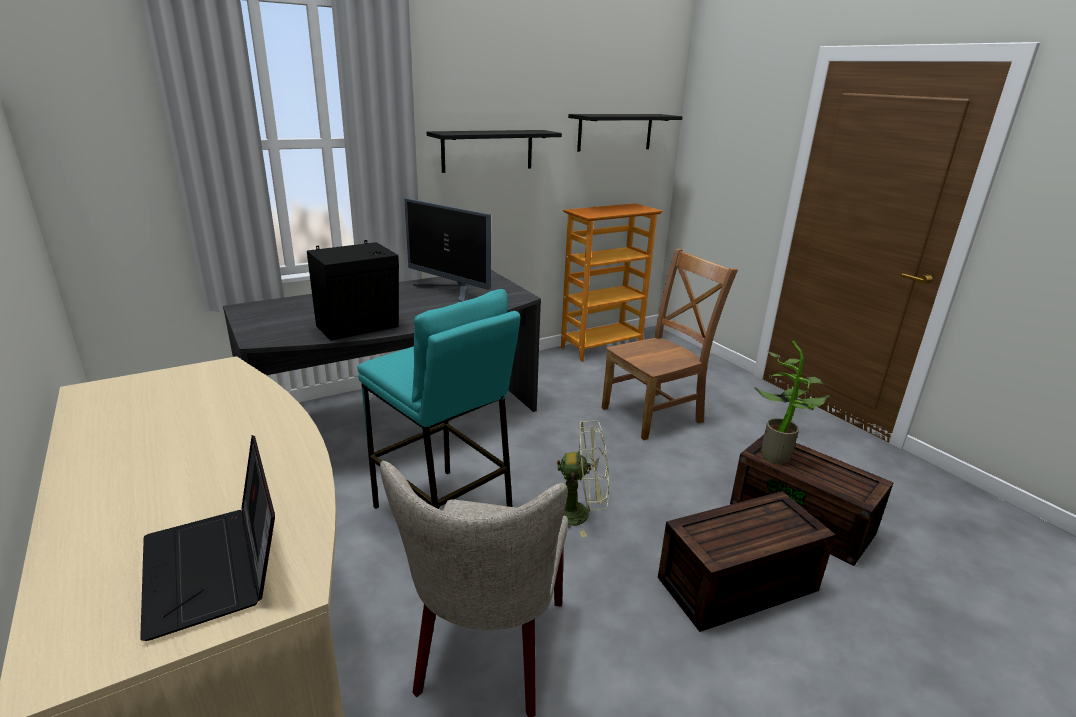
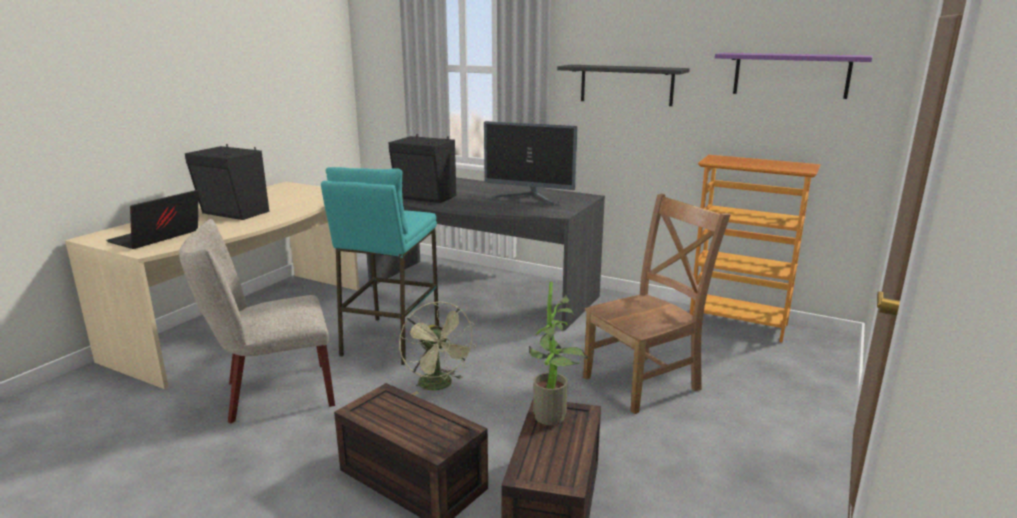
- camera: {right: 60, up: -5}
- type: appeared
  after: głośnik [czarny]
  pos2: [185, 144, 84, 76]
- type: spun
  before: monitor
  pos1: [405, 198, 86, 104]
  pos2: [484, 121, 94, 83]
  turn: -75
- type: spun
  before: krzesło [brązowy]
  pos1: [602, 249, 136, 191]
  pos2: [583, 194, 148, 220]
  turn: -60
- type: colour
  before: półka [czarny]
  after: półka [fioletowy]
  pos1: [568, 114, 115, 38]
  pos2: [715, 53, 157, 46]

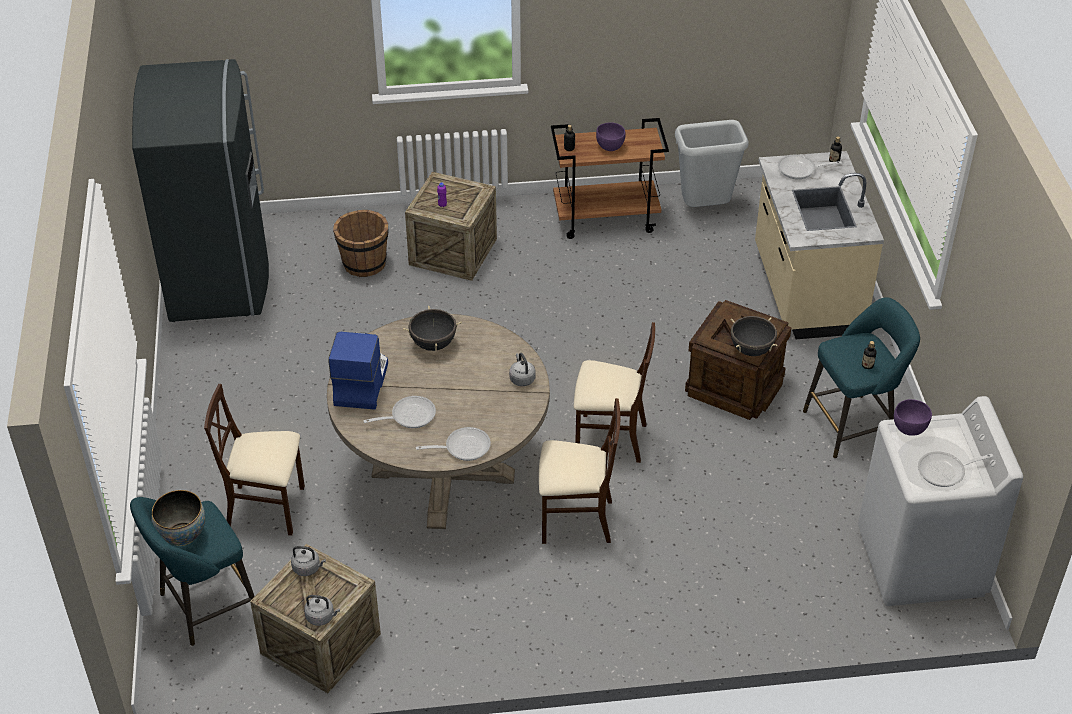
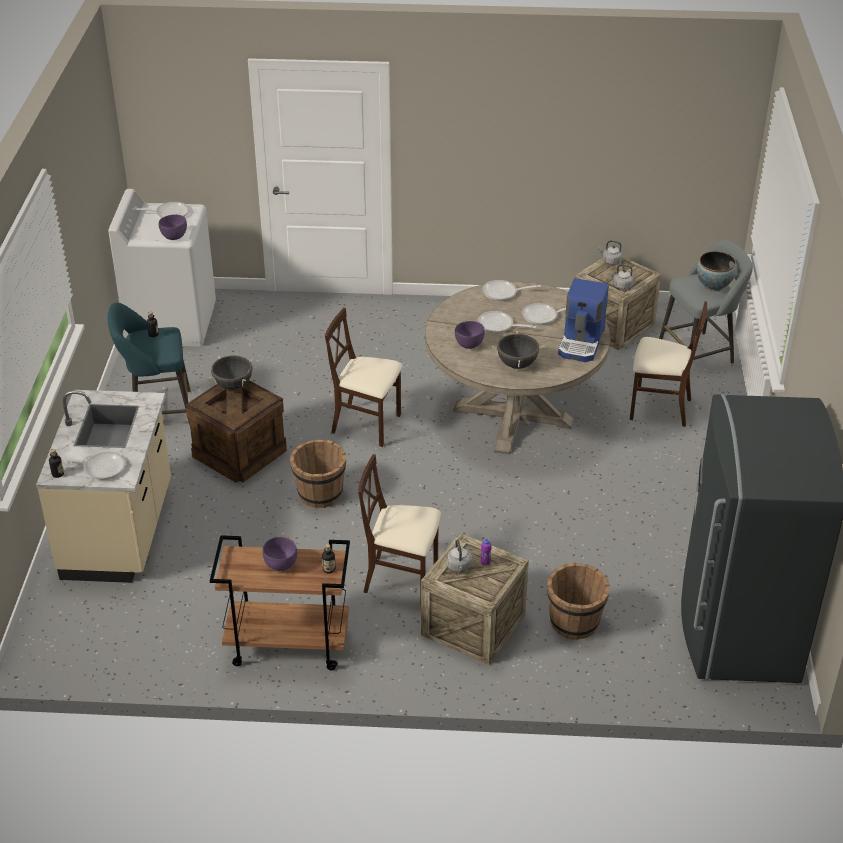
- camera: {right: -170, up: -5}
- type: appeared
  after: wiadro [brązowy]
  pos2: [290, 440, 56, 68]
- type: relocated
  before: krzesło [beżowy]
  pos1: [539, 398, 81, 146]
  pos2: [358, 454, 83, 139]
- type: relocated
  before: czajnik [szary]
  pos1: [509, 353, 27, 33]
  pos2: [447, 539, 25, 33]
- type: appeared
  after: miska [fioletowy]
  pos2: [455, 321, 30, 28]
- type: appeared
  after: patelnia
  pos2: [478, 311, 58, 22]
- type: colour
  before: stołek [turkusowy]
  after: stołek [szary]
  pos1: [130, 497, 125, 149]
  pos2: [659, 240, 94, 124]
- type: missing
  before: kosz na śmieci [szary]
  pos1: [675, 120, 74, 87]

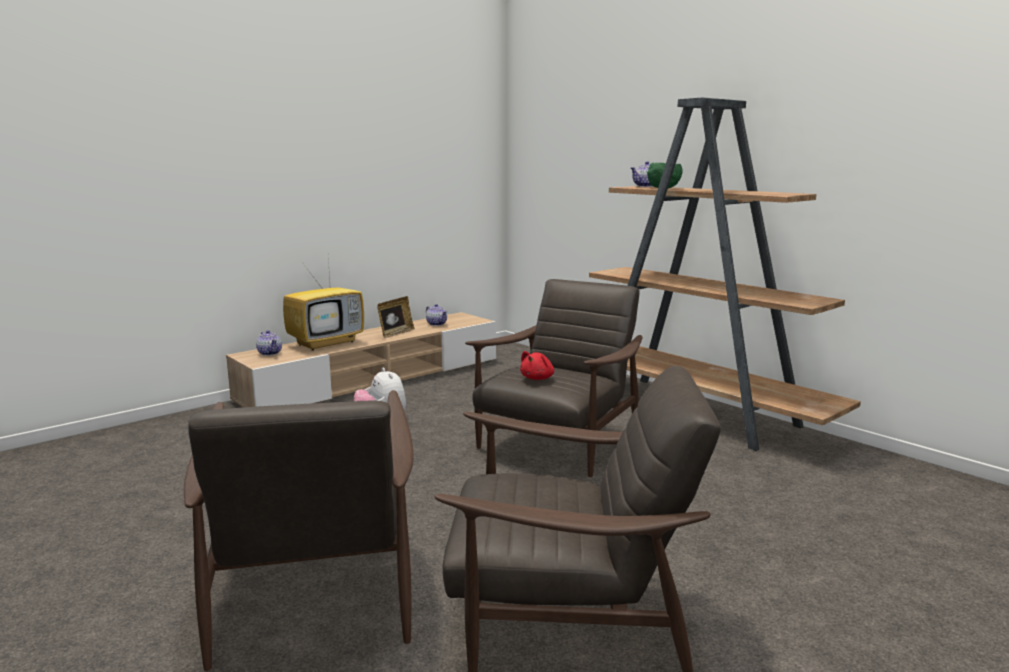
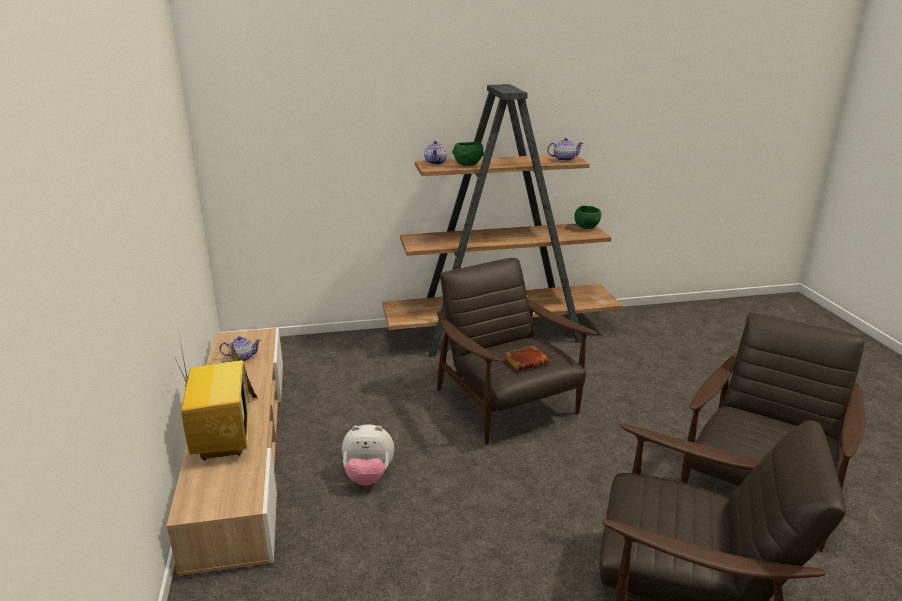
- camera: {right: -60, up: 10}
- type: exchanged
  before: pluszak [czerwony]
  after: książka [brązowy]
  pos1: [520, 351, 34, 29]
  pos2: [504, 346, 45, 25]
- type: relocated
  before: imbryk
  pos1: [256, 330, 26, 26]
  pos2: [547, 138, 36, 23]
- type: appeared
  after: miska [zielony]
  pos2: [574, 206, 27, 23]

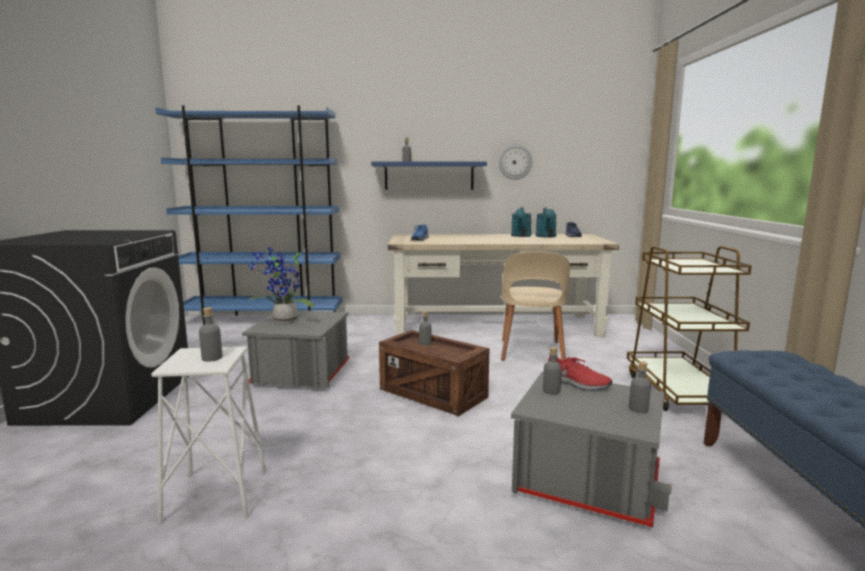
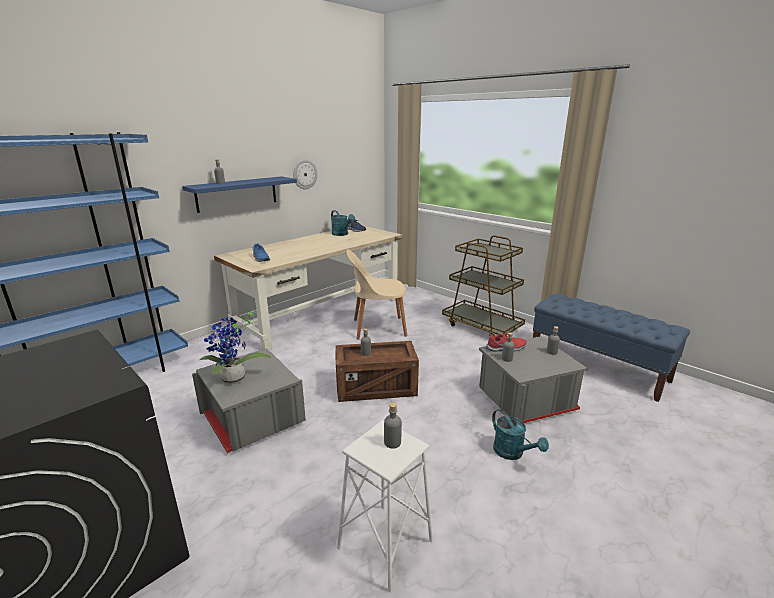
- camera: {right: -45, up: 10}
- type: spun
  before: krzesło [beżowy]
  pos1: [501, 252, 69, 109]
  pos2: [346, 249, 61, 91]
  turn: 120
- type: relocated
  before: konewka [turkusowy]
  pos1: [511, 207, 20, 30]
  pos2: [492, 409, 57, 51]

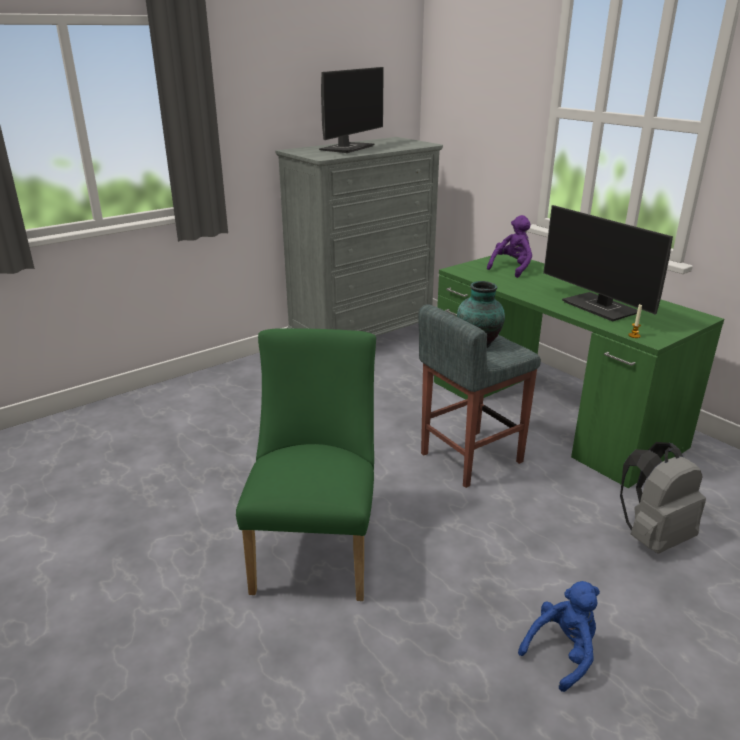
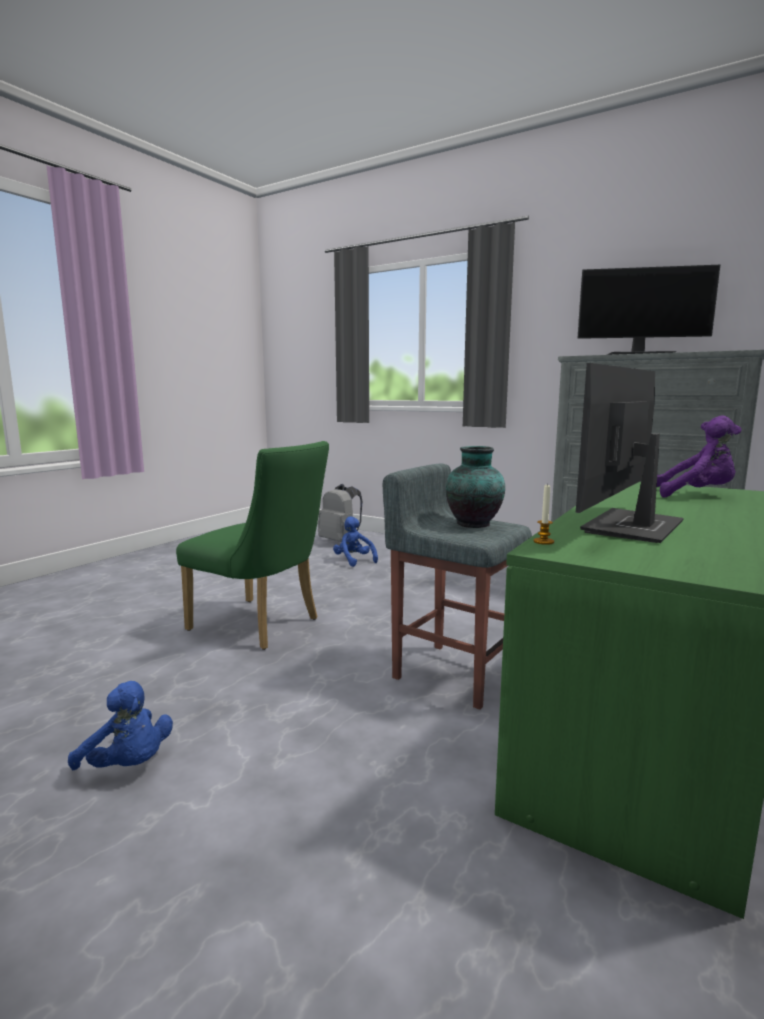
- camera: {right: 70, up: -15}
- type: spun
  before: krzesło [zielony]
  pos1: [236, 328, 140, 273]
  pos2: [176, 441, 153, 209]
  turn: 45
- type: relocated
  before: plecak [szary]
  pos1: [620, 442, 86, 111]
  pos2: [318, 484, 45, 58]
- type: appeared
  after: pluszak [niebieski]
  pos2: [333, 516, 45, 51]

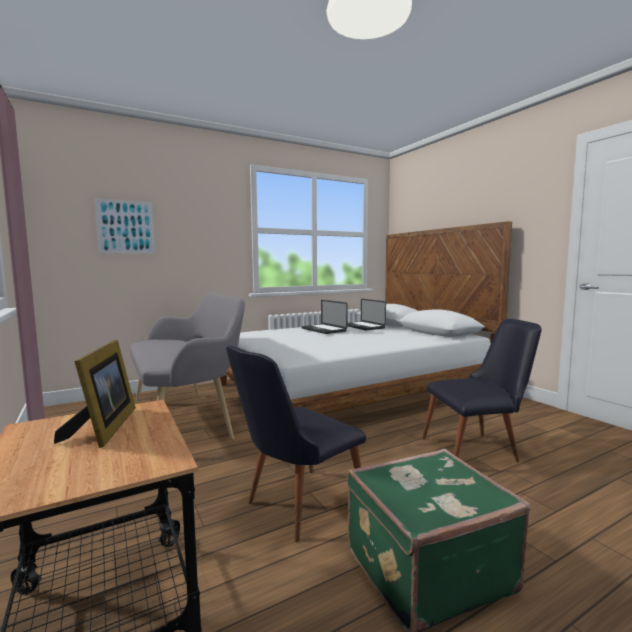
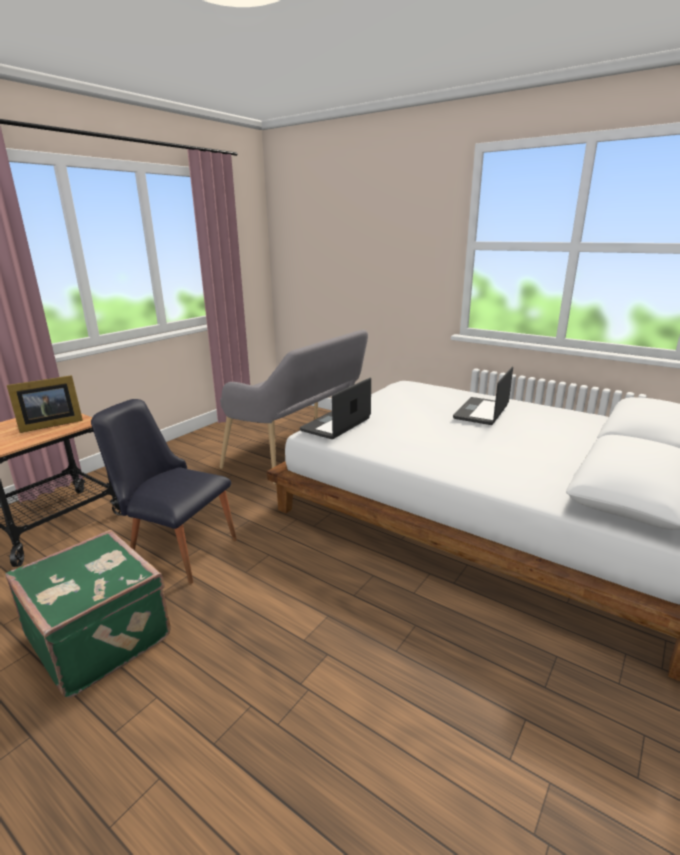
- camera: {right: 65, up: 15}
- type: relocated
  before: laptop
  pos1: [347, 299, 39, 31]
  pos2: [300, 378, 71, 61]
- type: missing
  before: obraz
  pos1: [94, 198, 61, 56]
- type: missing
  before: krzesło [czarny]
  pos1: [422, 319, 120, 144]

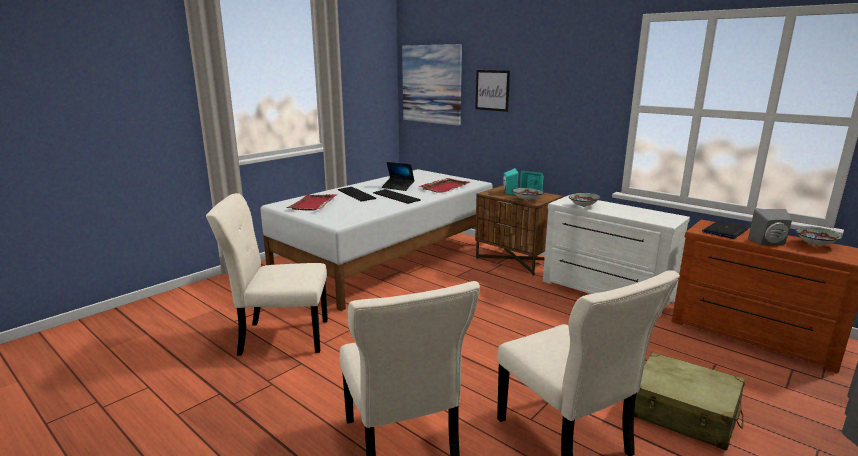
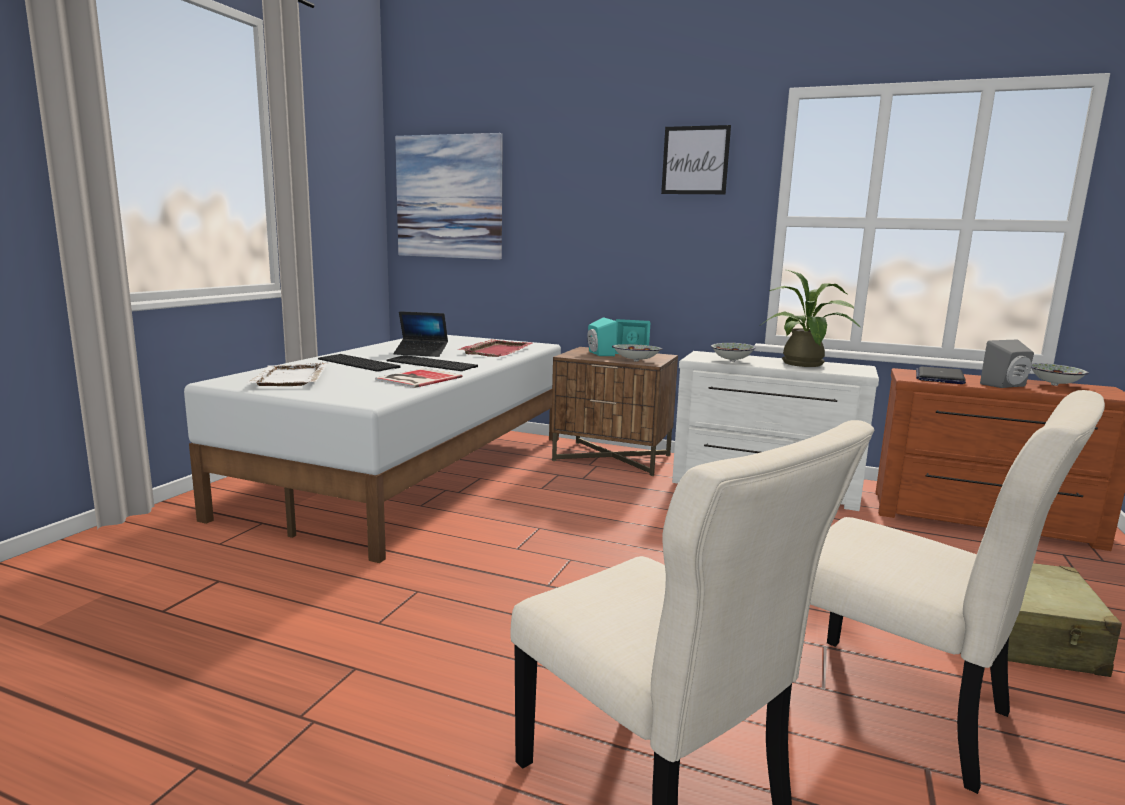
- camera: {right: -20, up: -5}
- type: colour
  before: taca [czerwony]
  after: taca [biały]
  pos1: [287, 194, 49, 17]
  pos2: [246, 362, 82, 24]
- type: appeared
  after: książka
  pos2: [375, 368, 87, 20]
- type: relocated
  before: obraz
  pos1: [475, 70, 35, 42]
  pos2: [661, 125, 70, 69]
- type: appeared
  after: roślina doniczkowa
  pos2: [761, 270, 100, 97]
- type: missing
  before: krzesło [beżowy]
  pos1: [206, 193, 122, 163]

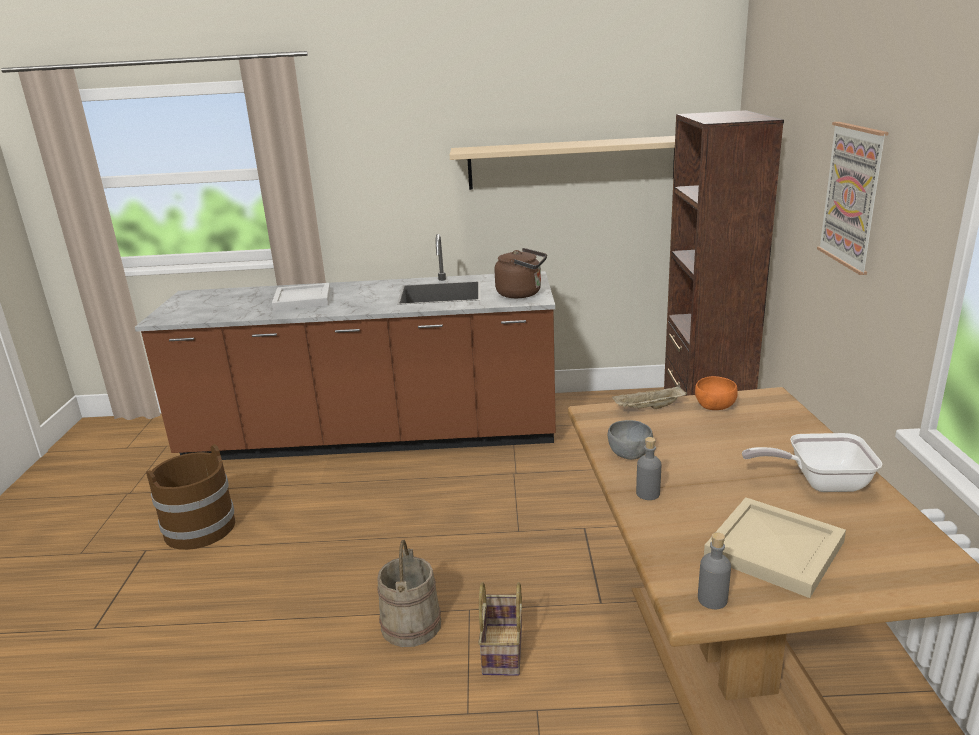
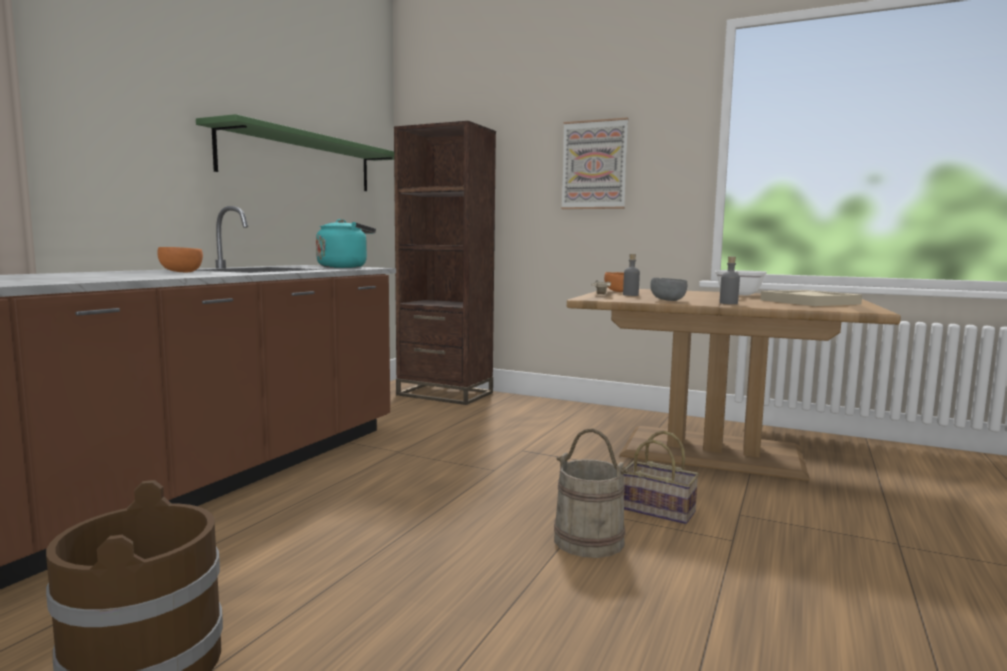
- camera: {right: -65, up: -15}
- type: appeared
  after: miska [pomarańczowy]
  pos2: [157, 247, 46, 25]
- type: colour
  before: półka [beżowy]
  after: półka [zielony]
  pos1: [450, 136, 225, 54]
  pos2: [196, 114, 198, 77]
- type: colour
  before: czajnik [brązowy]
  after: czajnik [turkusowy]
  pos1: [494, 248, 53, 50]
  pos2: [316, 219, 60, 49]
- type: relocated
  before: butelka [szary]
  pos1: [698, 532, 33, 77]
  pos2: [623, 254, 17, 42]
- type: missing
  before: taca [biały]
  pos1: [272, 283, 58, 28]

